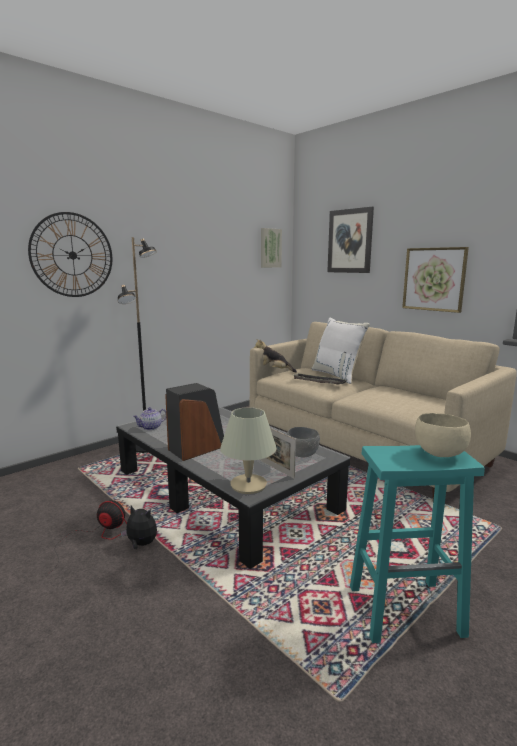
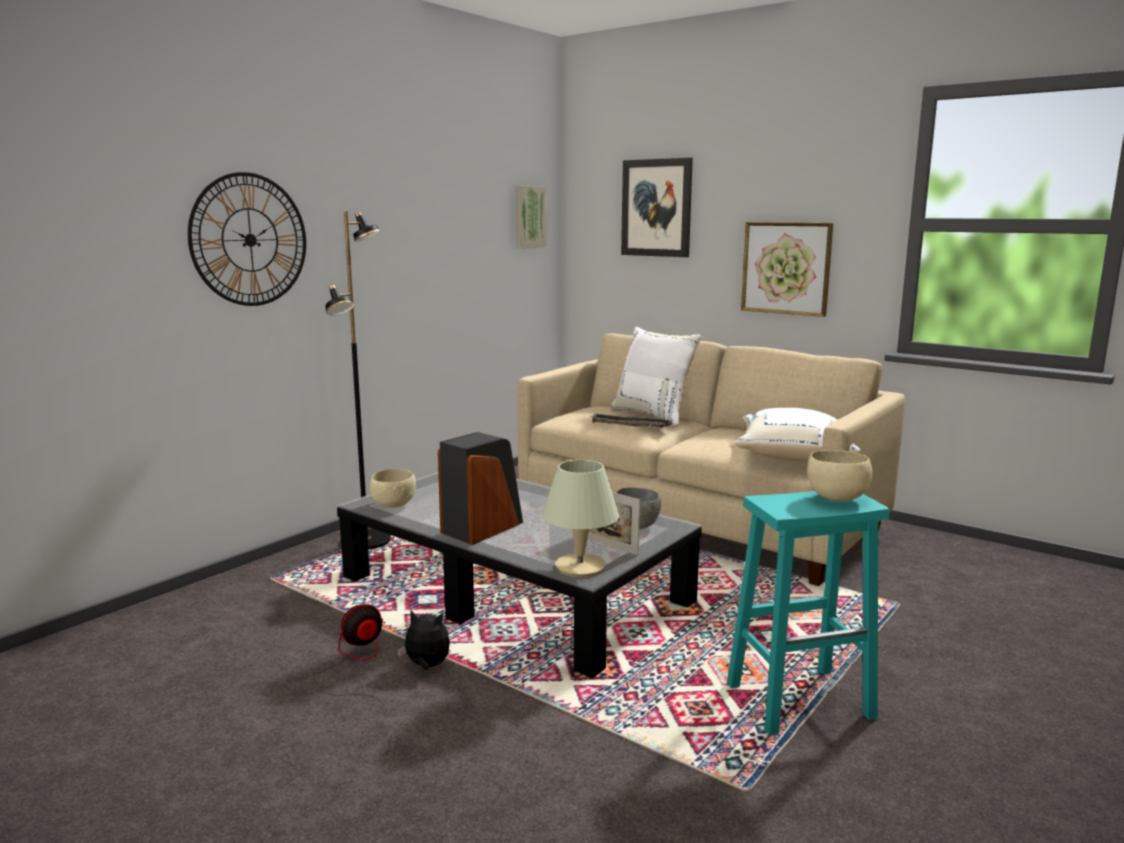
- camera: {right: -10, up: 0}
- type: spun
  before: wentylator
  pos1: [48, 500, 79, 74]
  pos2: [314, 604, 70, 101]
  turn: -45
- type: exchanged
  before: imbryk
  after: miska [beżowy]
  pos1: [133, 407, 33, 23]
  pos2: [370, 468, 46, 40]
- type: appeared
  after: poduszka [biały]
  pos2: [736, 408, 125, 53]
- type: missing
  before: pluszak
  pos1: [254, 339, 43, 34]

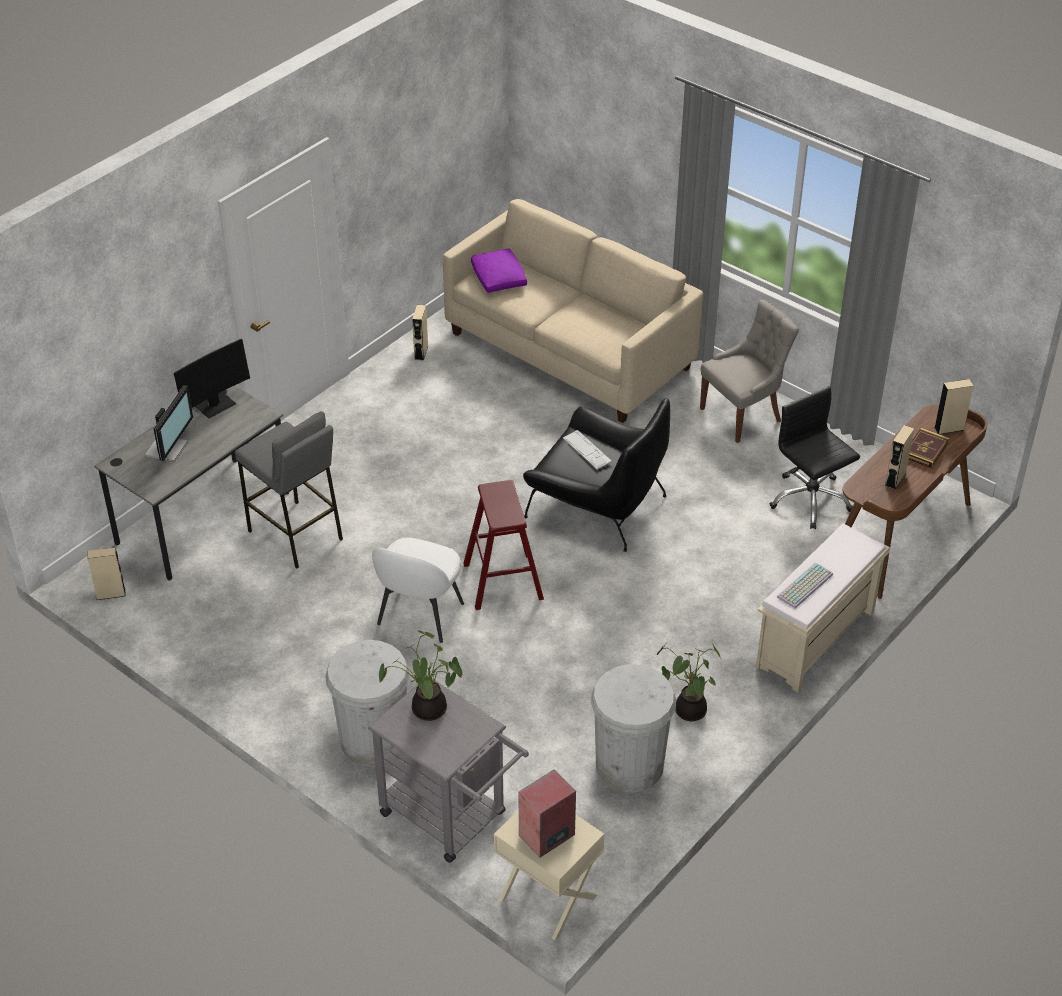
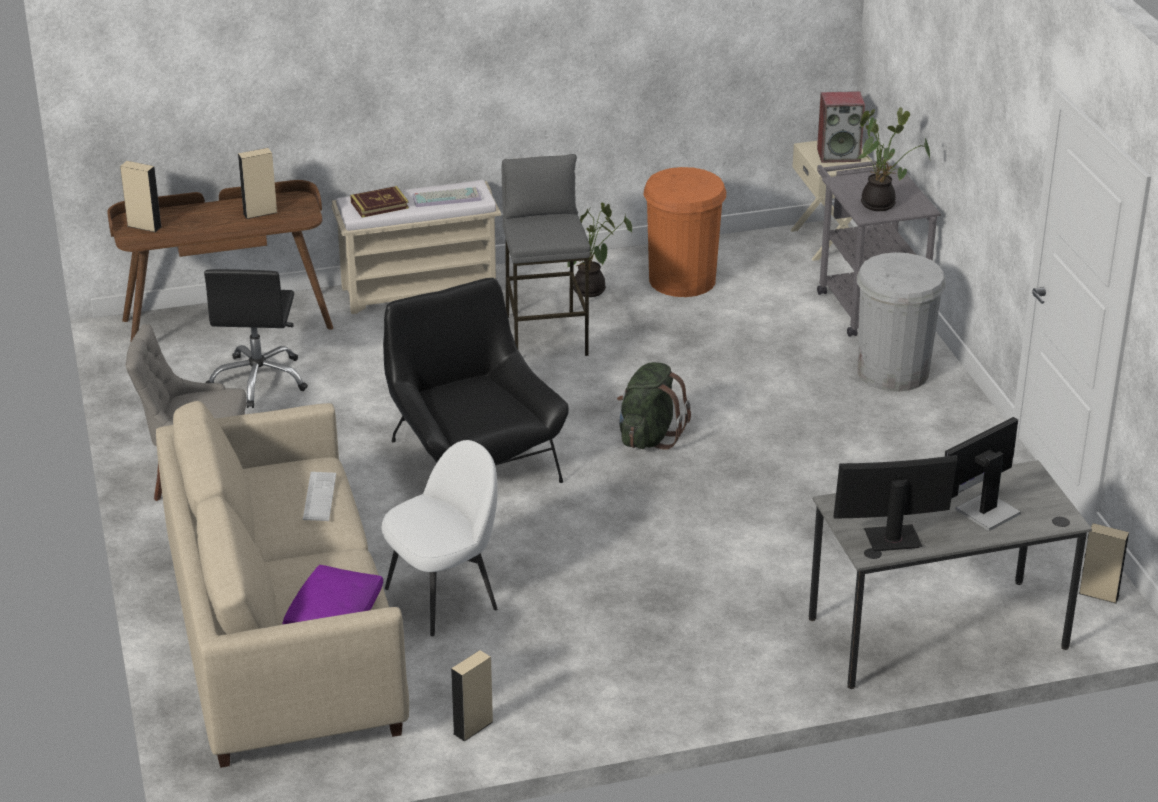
- camera: {right: -145, up: -10}
- type: relocated
  before: klawiatura
  pos1: [563, 430, 49, 39]
  pos2: [303, 472, 33, 49]
- type: relocated
  before: książka
  pos1: [909, 428, 41, 41]
  pos2: [350, 186, 59, 32]
- type: relocated
  before: krzesło [biały]
  pos1: [372, 538, 92, 105]
  pos2: [382, 440, 116, 196]
- type: relocated
  before: stołek [szary]
  pos1: [235, 411, 108, 158]
  pos2: [502, 154, 88, 202]
- type: exchanged
  before: stołek [czerwony]
  after: plecak [zielony]
  pos1: [463, 480, 81, 130]
  pos2: [617, 362, 74, 88]
- type: colour
  before: kosz na śmieci [biały]
  after: kosz na śmieci [pomarańczowy]
  pos1: [591, 664, 85, 129]
  pos2: [643, 167, 83, 130]

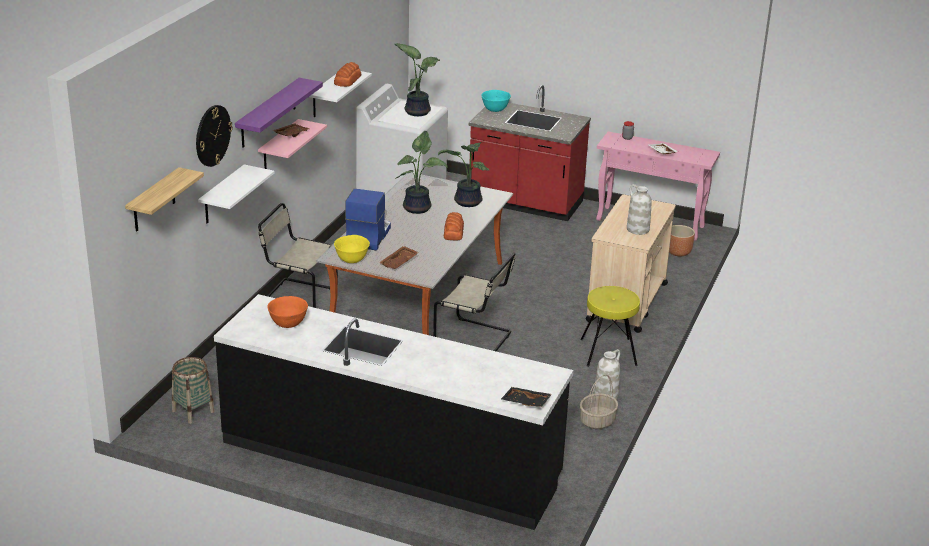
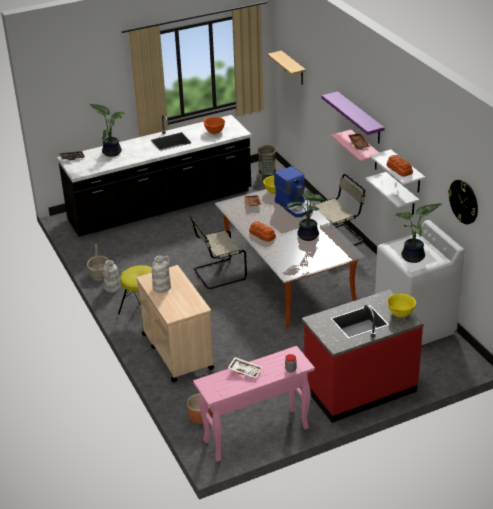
- camera: {right: 135, up: 5}
- type: relocated
  before: roślina doniczkowa
  pos1: [438, 142, 52, 65]
  pos2: [89, 104, 36, 53]
- type: relocated
  before: półka [biały]
  pos1: [198, 164, 77, 59]
  pos2: [365, 172, 54, 43]
- type: colour
  before: miska [turkusowy]
  after: miska [żółty]
  pos1: [481, 90, 30, 22]
  pos2: [387, 294, 29, 23]
- type: relocated
  before: zegar ścienny
  pos1: [196, 105, 37, 62]
  pos2: [448, 179, 30, 45]

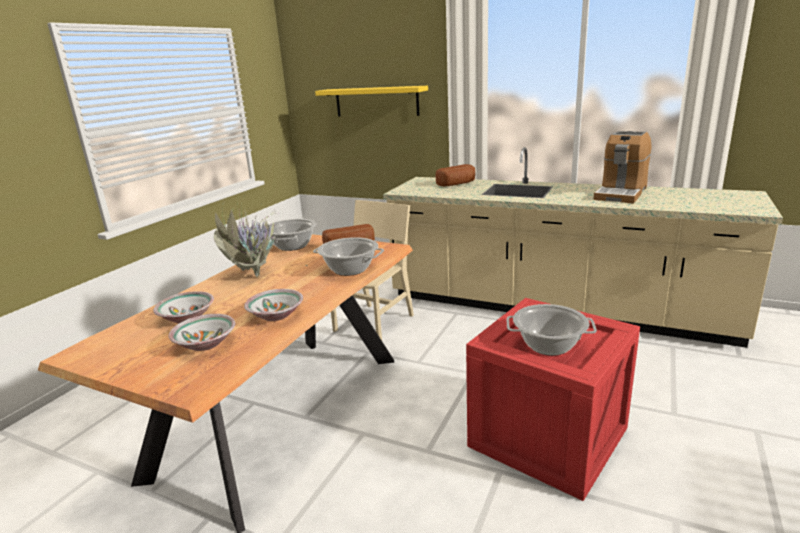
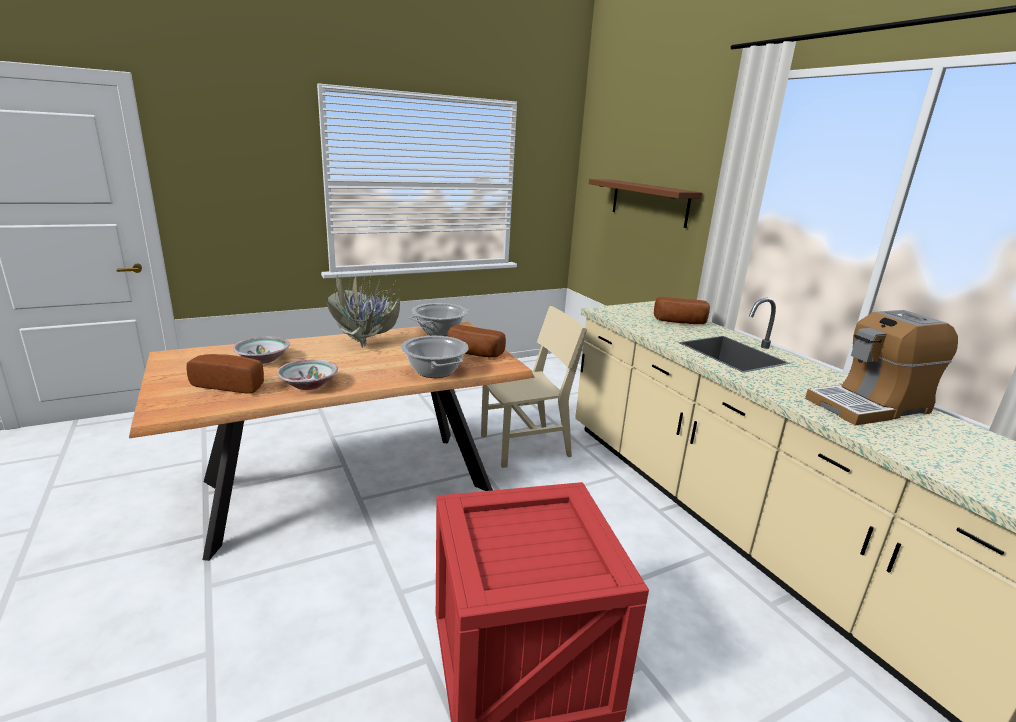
- camera: {right: 35, up: 0}
- type: exchanged
  before: miska
  after: chleb
  pos1: [169, 314, 66, 37]
  pos2: [186, 354, 78, 40]
- type: colour
  before: półka [żółty]
  after: półka [brązowy]
  pos1: [315, 86, 113, 31]
  pos2: [589, 179, 113, 49]
- type: missing
  before: garnek
  pos1: [506, 304, 91, 52]

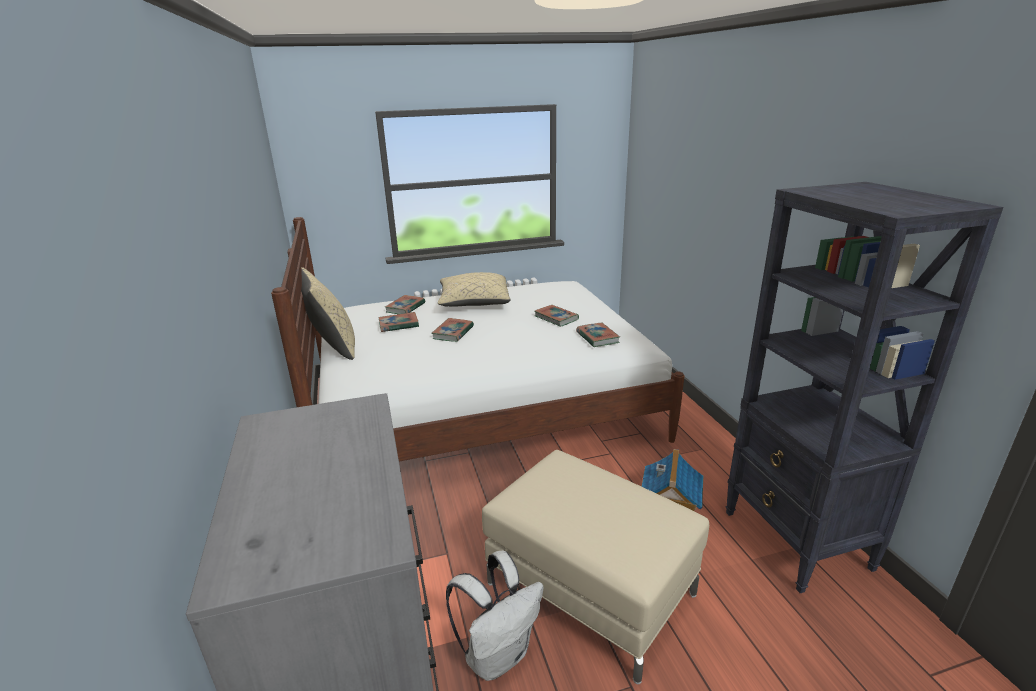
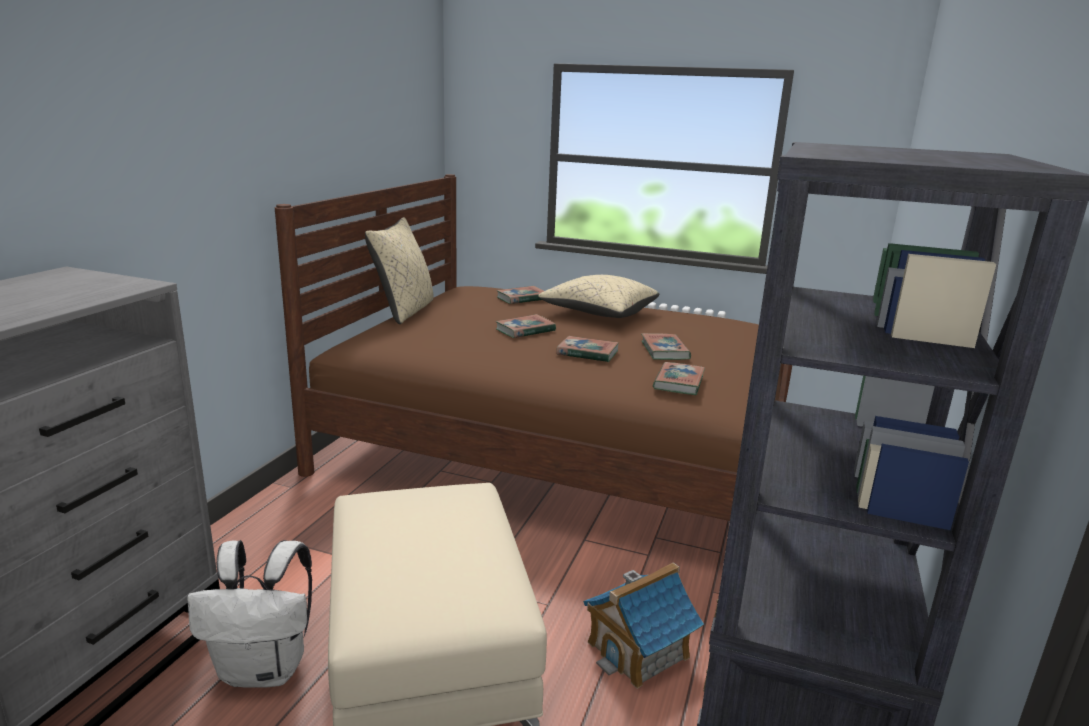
- camera: {right: 35, up: -5}
- type: colour
  before: łóżko [biały]
  after: łóżko [brązowy]
  pos1: [271, 217, 413, 244]
  pos2: [275, 174, 517, 347]
- type: relocated
  before: książka
  pos1: [379, 312, 40, 20]
  pos2: [556, 336, 63, 26]

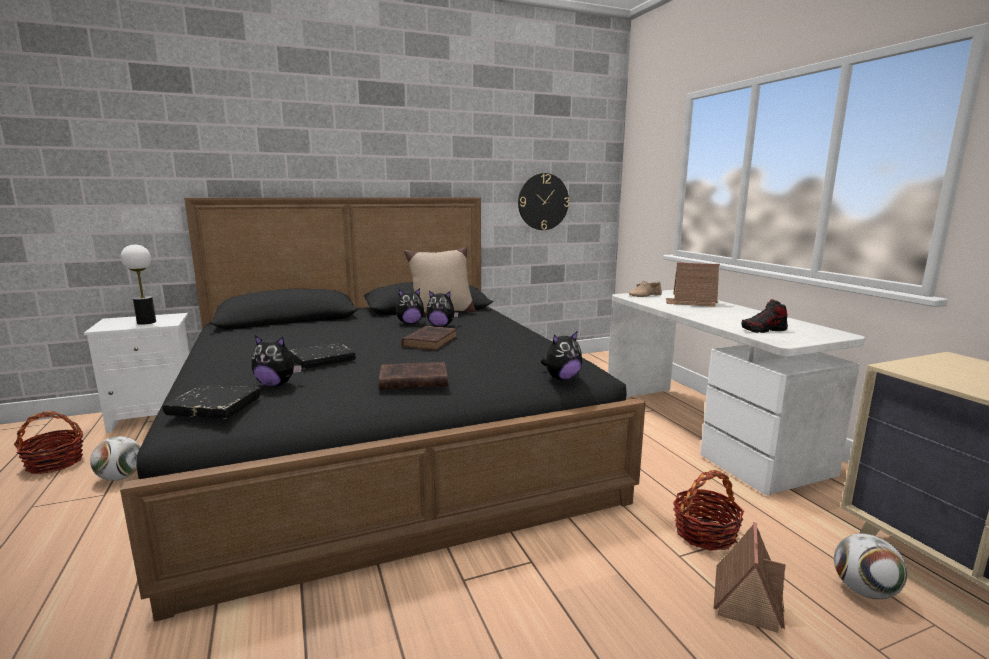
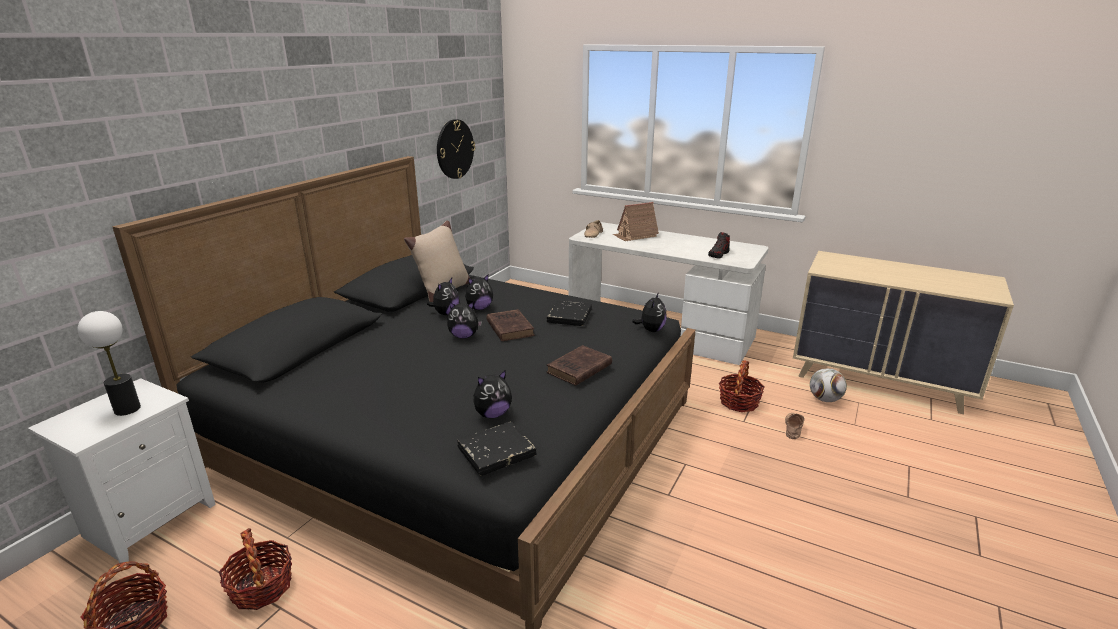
- camera: {right: -40, up: 10}
- type: exchanged
  before: piłka futbolowa
  after: koszyk
  pos1: [90, 436, 51, 45]
  pos2: [219, 528, 73, 82]
- type: appeared
  after: pluszak
  pos2: [447, 302, 35, 37]
- type: relocated
  before: książka [czarny]
  pos1: [289, 342, 67, 27]
  pos2: [547, 301, 45, 25]
- type: exchanged
  before: domek
  after: but [beżowy]
  pos1: [713, 522, 73, 111]
  pos2: [785, 413, 20, 26]

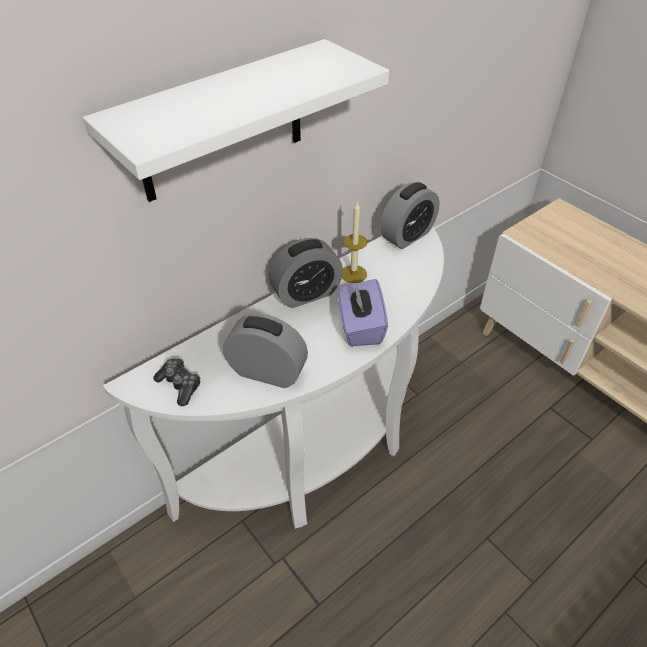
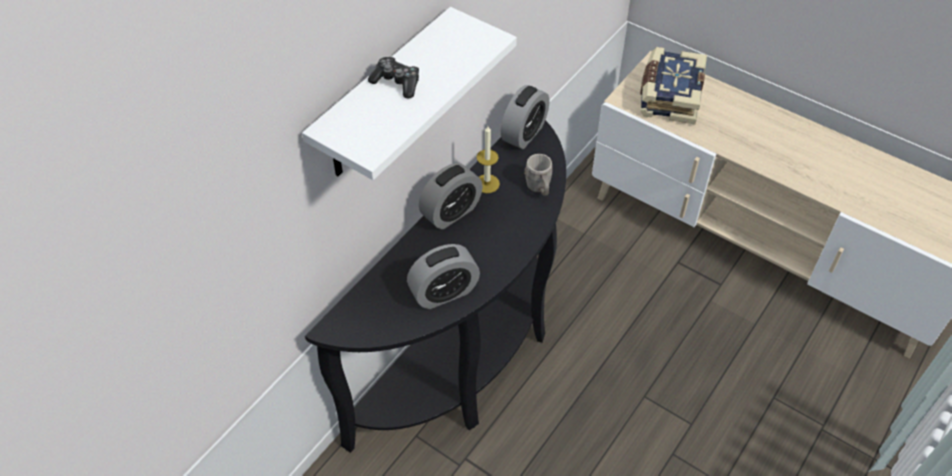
- camera: {right: -15, up: 5}
- type: colour
  before: stolik konsolowy [biały]
  after: stolik konsolowy [czarny]
  pos1: [103, 226, 341, 303]
  pos2: [305, 120, 261, 333]
- type: relocated
  before: pad do gier
  pos1: [153, 358, 48, 48]
  pos2: [368, 57, 51, 42]
- type: spun
  before: budzik
  pos1: [223, 313, 85, 75]
  pos2: [407, 244, 73, 65]
  turn: 150
- type: appeared
  after: kubek [szary]
  pos2: [525, 154, 27, 42]
- type: appeared
  after: książka
  pos2: [640, 47, 67, 78]
- type: missing
  before: pudełko chusteczek [fioletowy]
  pos1: [338, 279, 50, 67]

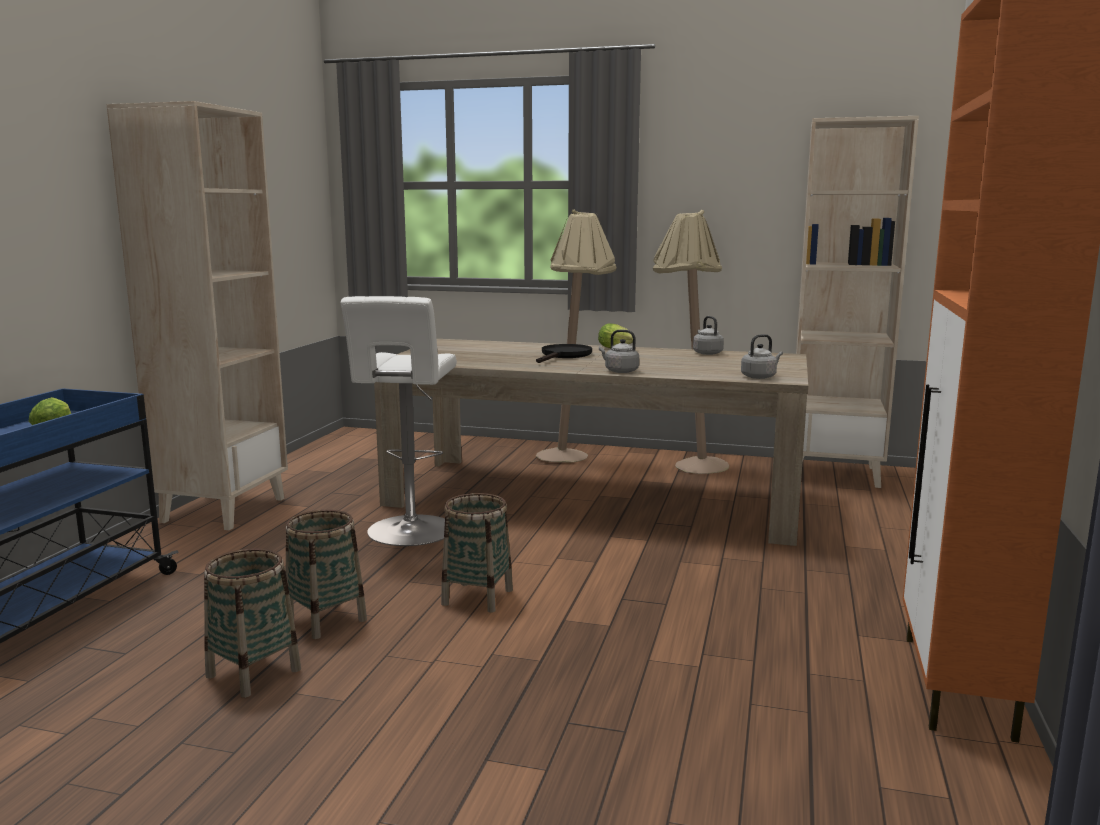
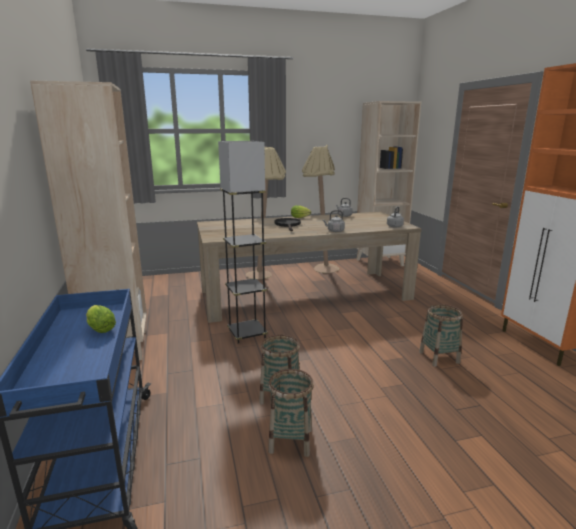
- camera: {right: -30, up: 5}
- type: exchanged
  before: stołek [biały]
  after: lampa stojąca [szary]
  pos1: [341, 296, 116, 250]
  pos2: [218, 141, 50, 203]
- type: relocated
  before: koszyk
  pos1: [441, 493, 72, 120]
  pos2: [419, 304, 44, 63]

